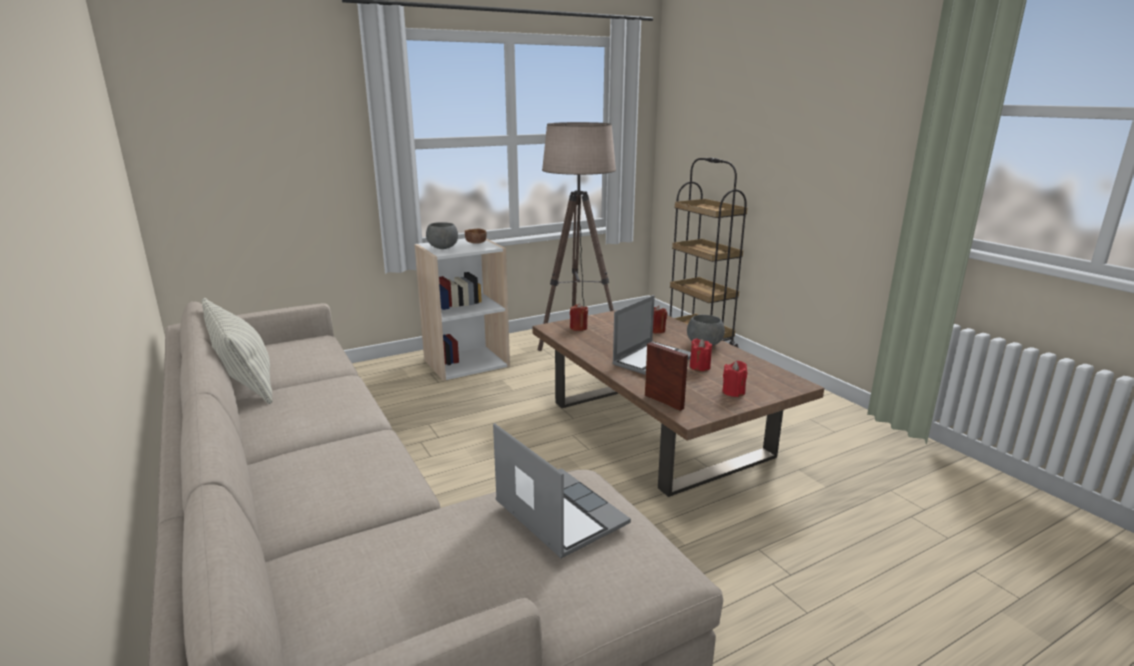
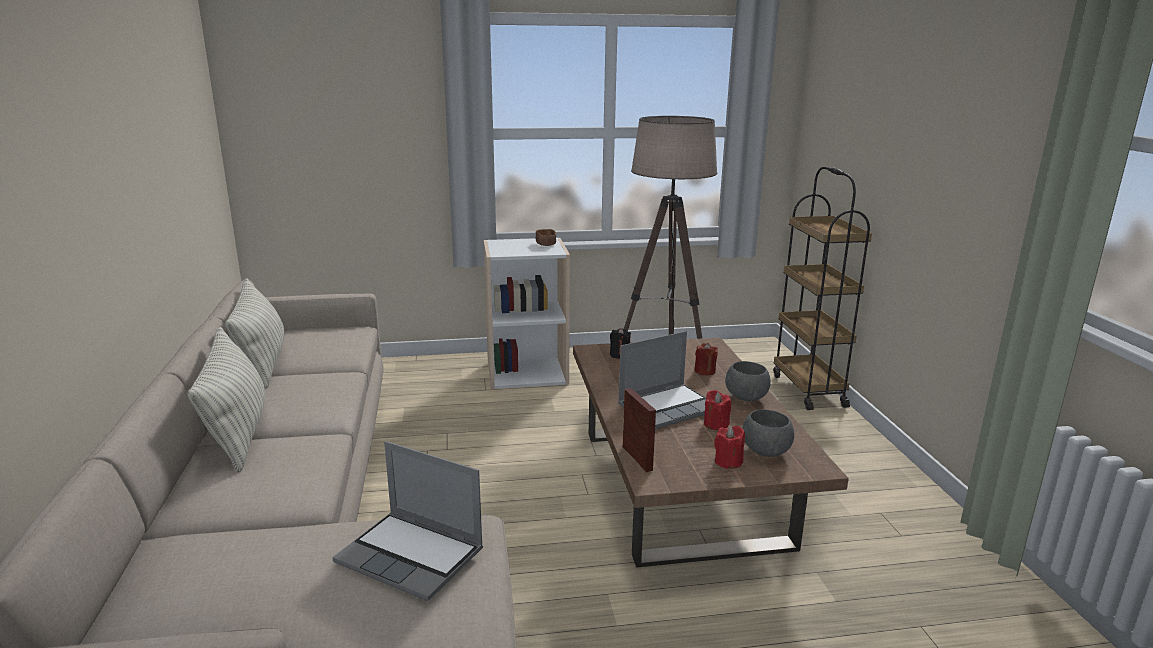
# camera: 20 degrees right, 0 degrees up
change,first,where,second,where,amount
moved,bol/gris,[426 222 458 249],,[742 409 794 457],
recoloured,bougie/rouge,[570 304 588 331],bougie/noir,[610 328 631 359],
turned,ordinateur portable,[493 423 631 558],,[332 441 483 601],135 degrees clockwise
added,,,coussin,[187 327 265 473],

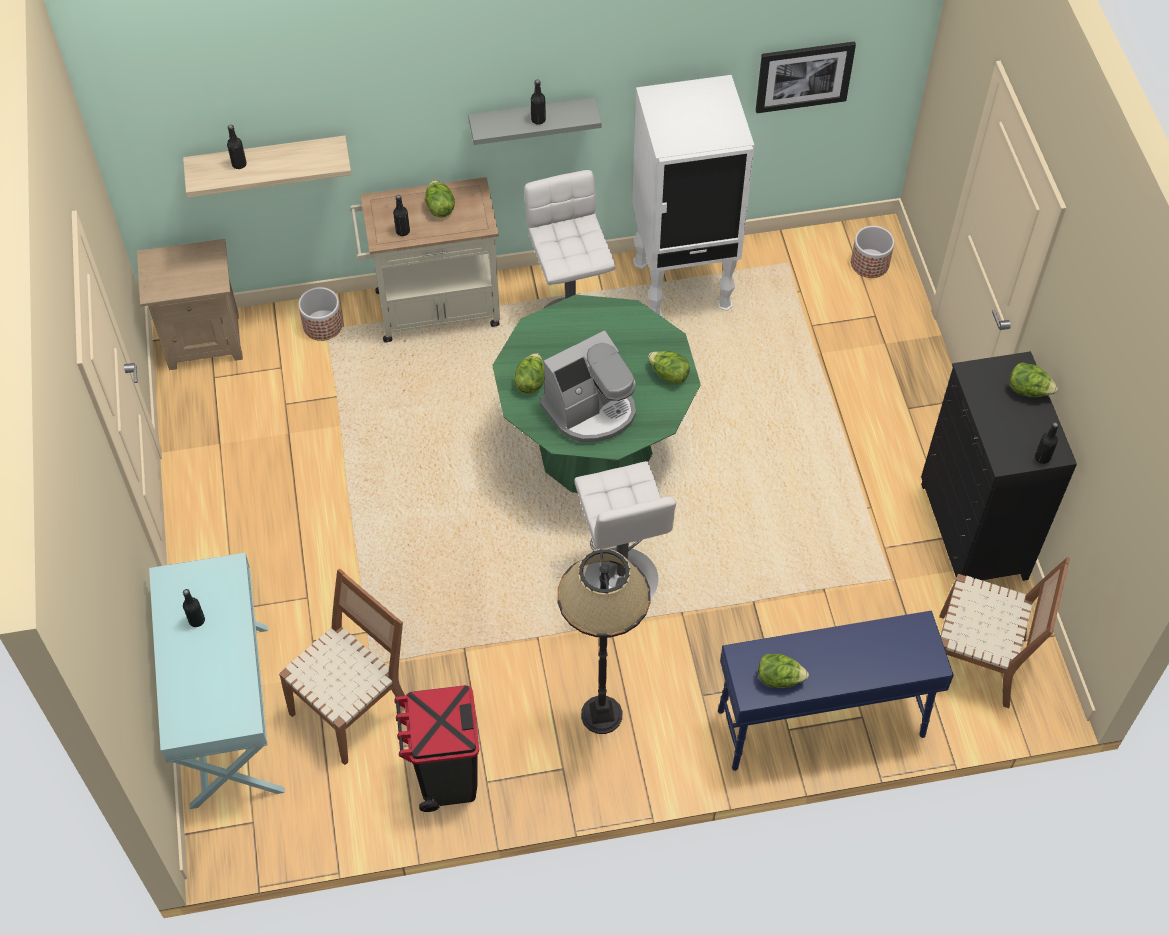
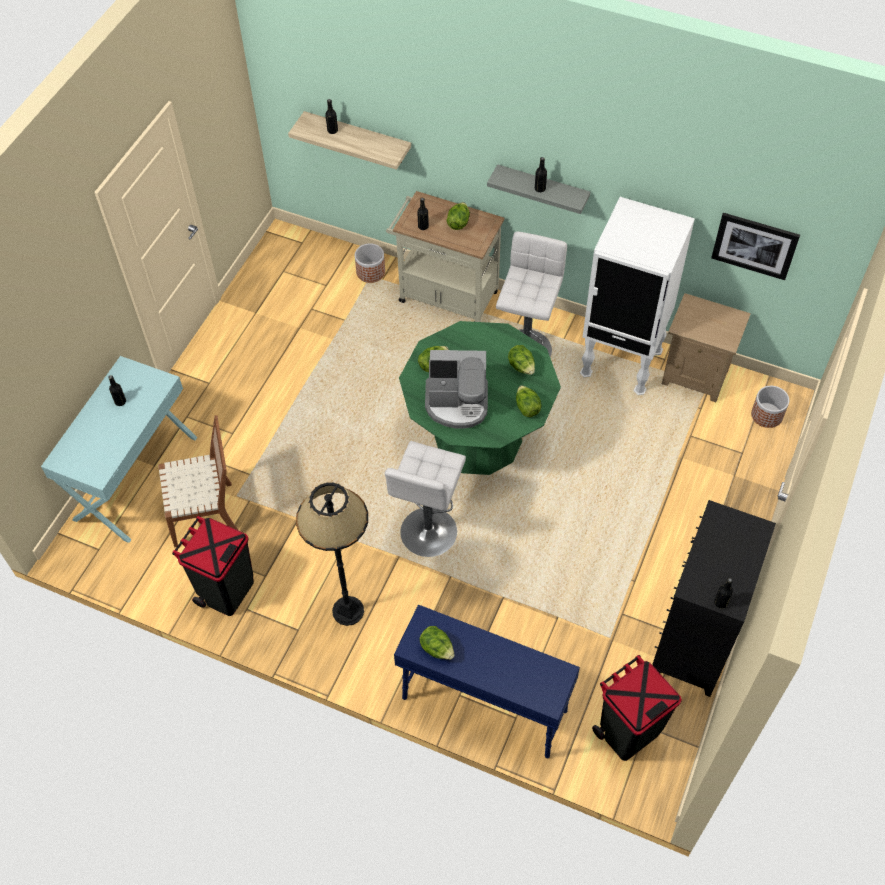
# camera: 35 degrees right, 0 degrees up
change,first,where,second,where,amount
moved,table de chevet/beige,[137 239 243 370],,[662 293 751 402],
moved,laitue,[1010 362 1058 397],,[508 345 535 375],
replaced,chaise,[939 557 1070 708],poubelle/noir,[592 655 682 761],

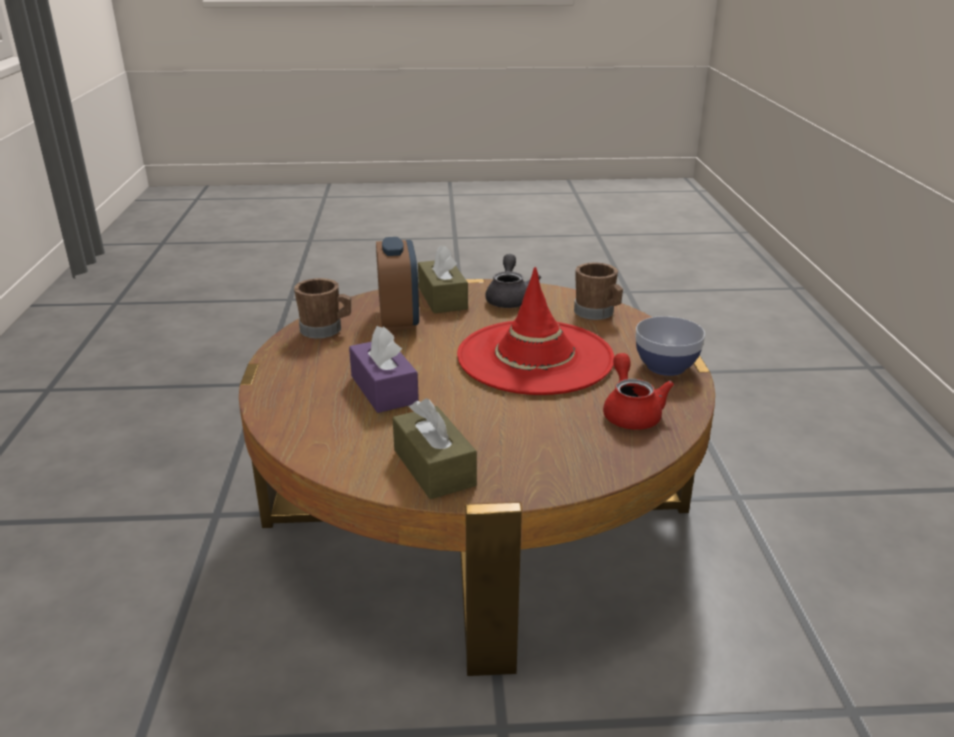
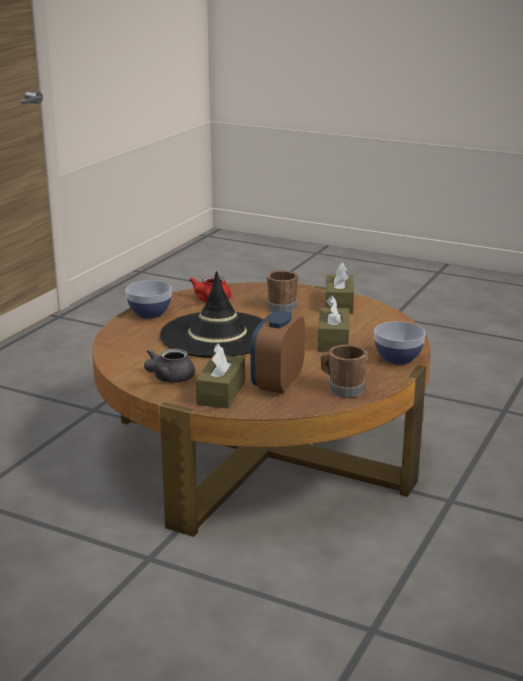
# camera: 150 degrees left, 5 degrees down
change,first,where,second,where,amount
moved,mug/marron,[574 262 623 320],,[267 271 298 313],
recoloured,chapeau/rouge,[457 267 614 395],chapeau/noir,[160 271 264 358],
recoloured,boîte à mouchoirs/violet,[349 326 419 413],boîte à mouchoirs/marron,[318 296 349 352],
added,,,bol,[374 321 425 365],

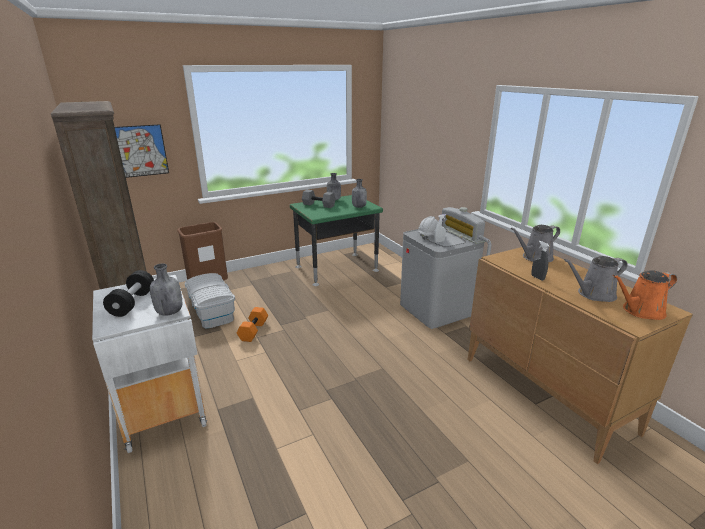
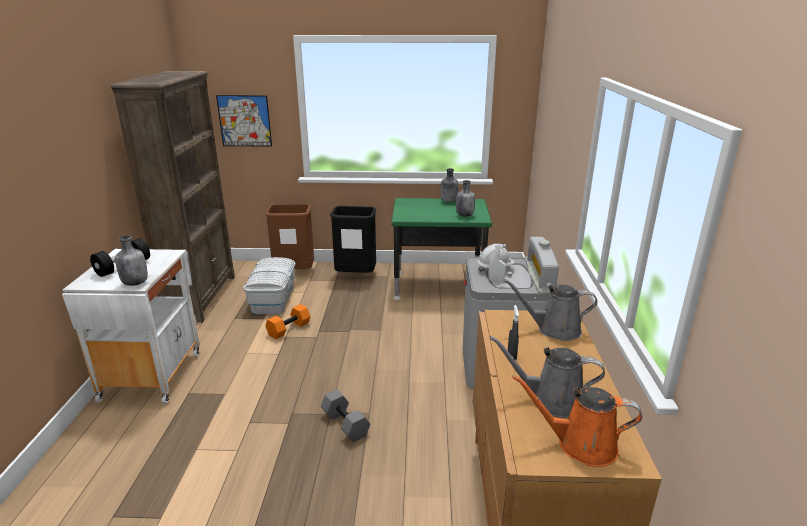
# camera: 30 degrees right, 0 degrees up
change,first,where,second,where,amount
moved,haltère/gris,[302 190 336 208],,[321 390 370 442],
added,,,poubelle/noir,[330 206 376 273],

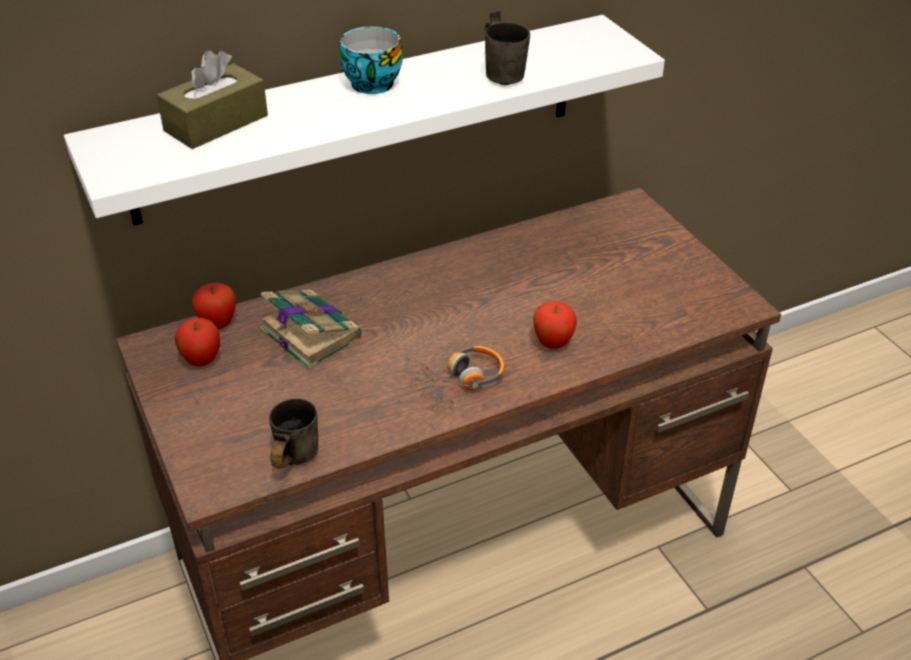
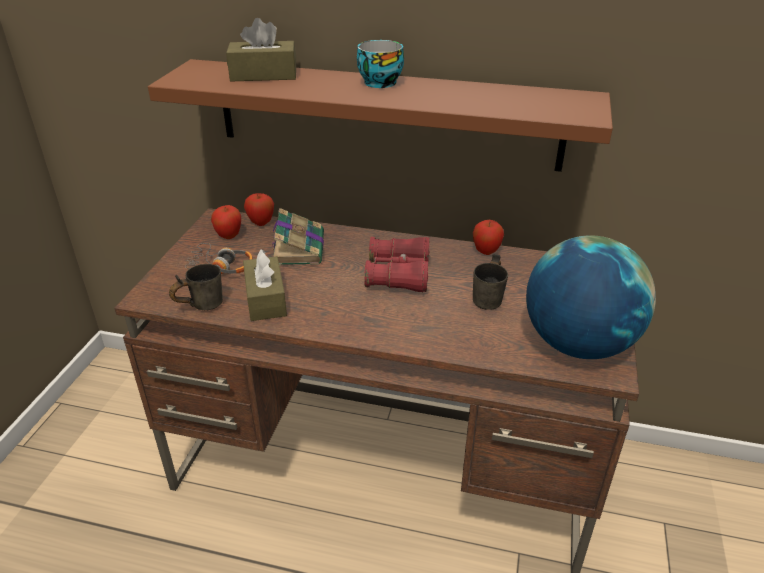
# camera: 40 degrees right, 5 degrees down
change,first,where,second,where,amount
moved,mug/gris,[485 11 530 85],,[473 254 508 310],
recoloured,étagère/blanc,[64 15 665 226],étagère/marron,[148 59 613 172],
moved,pomme,[533 301 577 349],,[473 220 504 255],
moved,casque audio,[404 346 505 407],,[185 243 253 274],
added,,,globe,[526 236 656 359],
added,,,jumelles/rouge,[364 237 430 293],
added,,,boîte à mouchoirs/marron,[243 249 287 321],

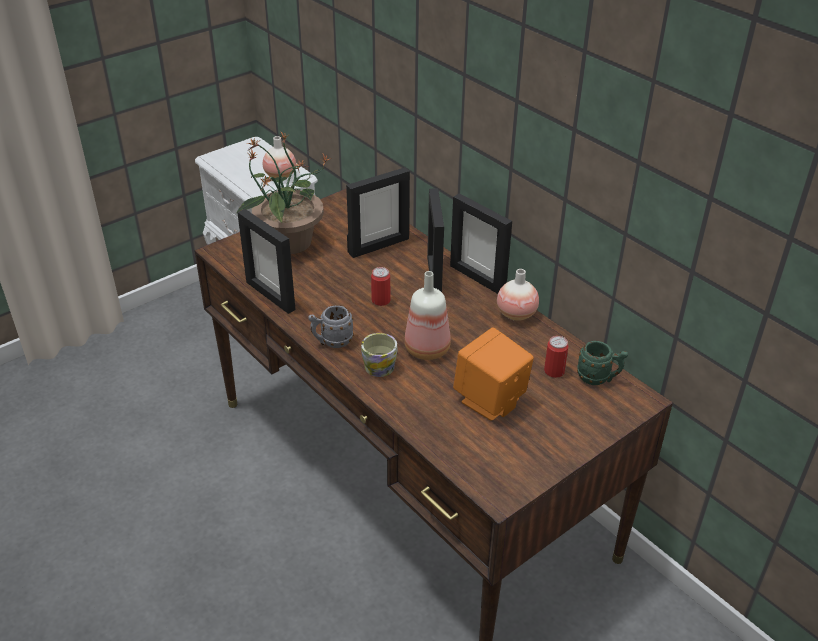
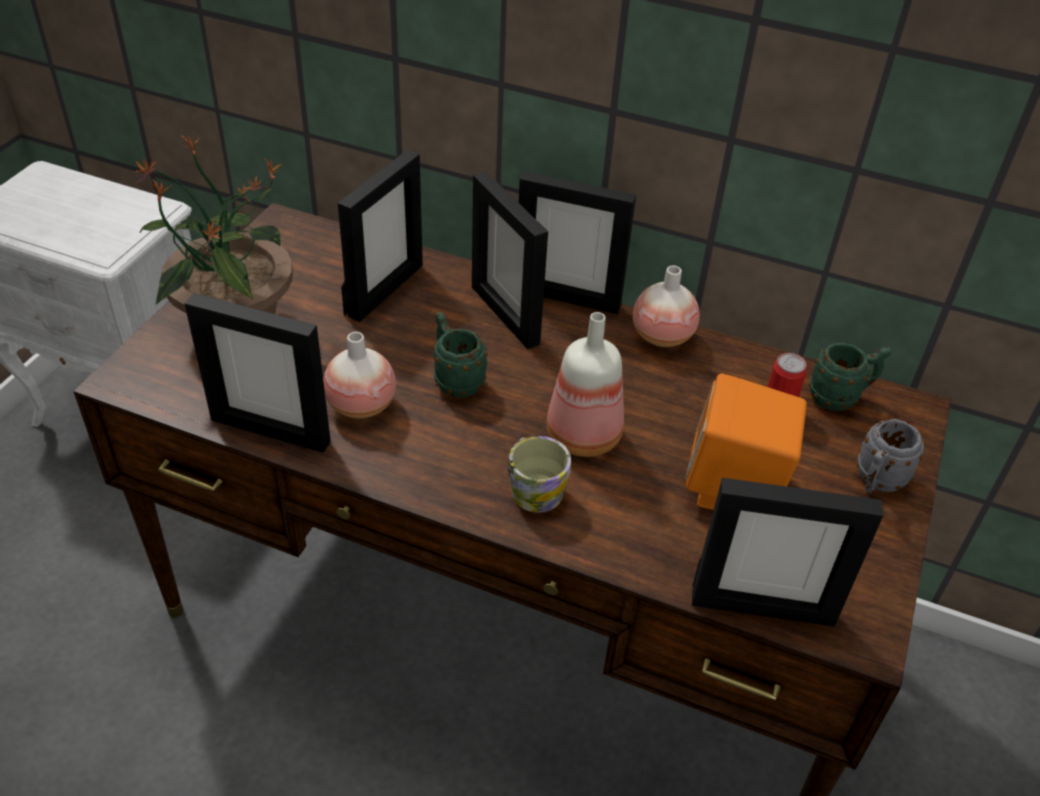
# camera: 30 degrees left, 5 degrees up
change,first,where,second,where,amount
moved,vase,[263 136 296 178],,[323 332 396 418],
replaced,boîte métallique,[371 267 390 306],mug/vert,[433 312 488 398],
moved,mug/gris,[308 305 354 348],,[857 419 925 493],
added,,,cadre photo,[692 478 883 627],

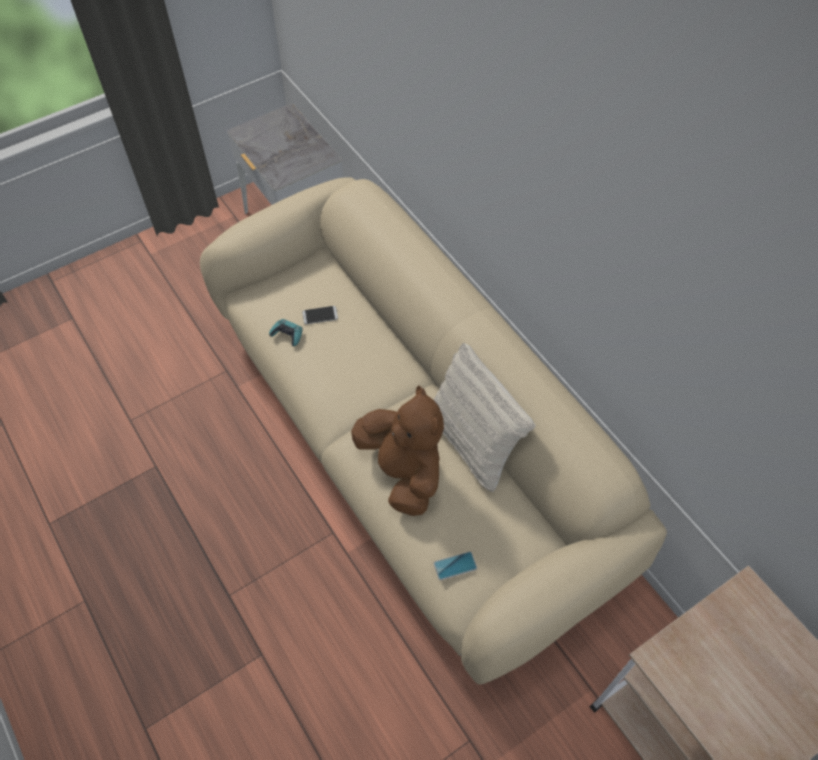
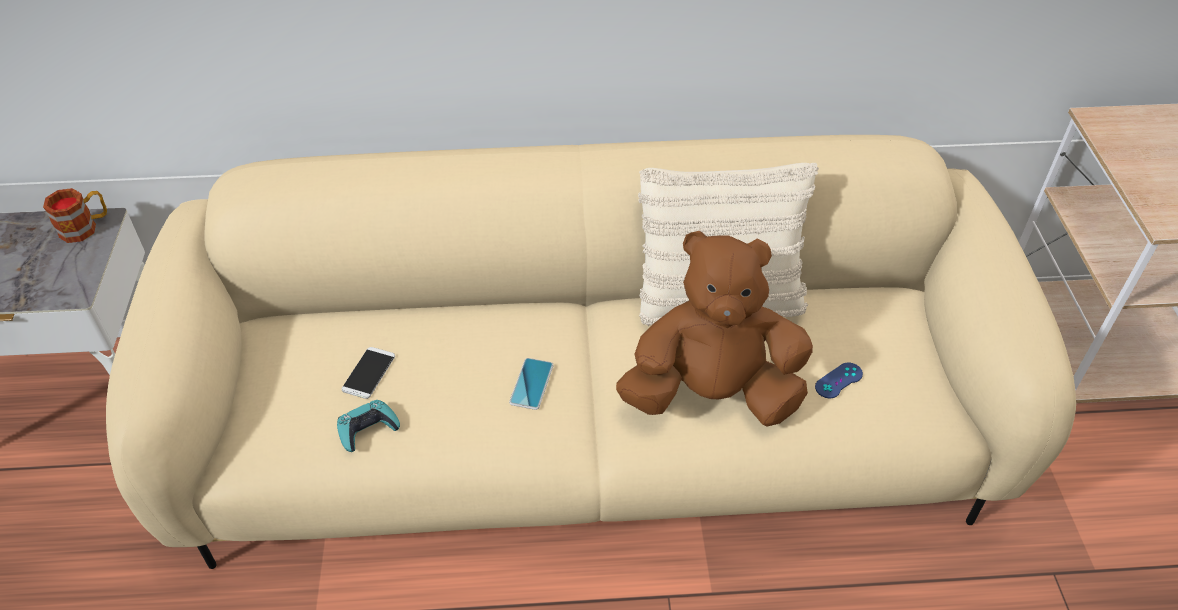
# camera: 60 degrees left, 10 degrees down
change,first,where,second,where,amount
moved,téléphone,[433 551 477 580],,[509 358 554 410],
added,,,mug,[43 188 107 243],
added,,,manette/bleu,[815 363 863 398],

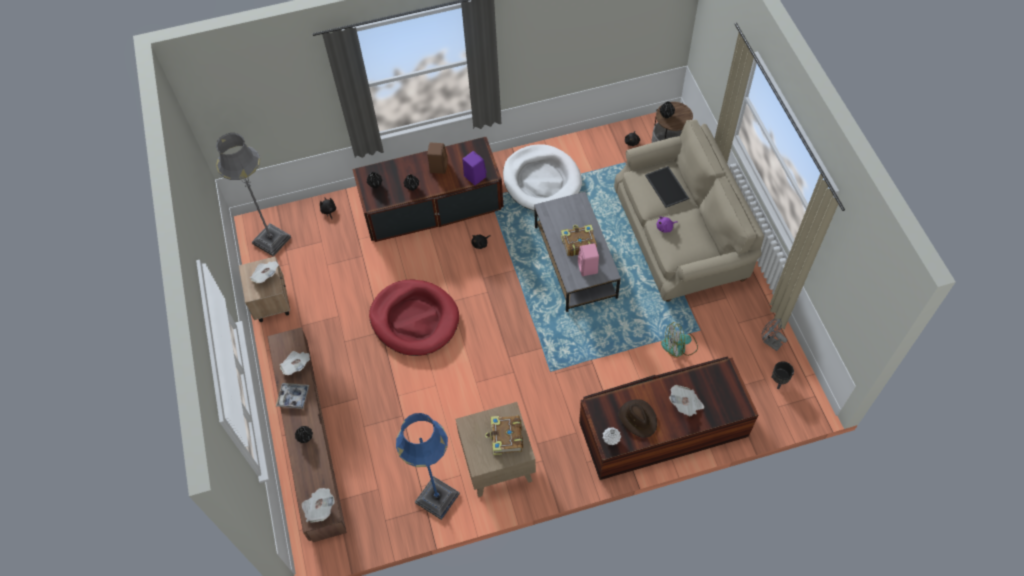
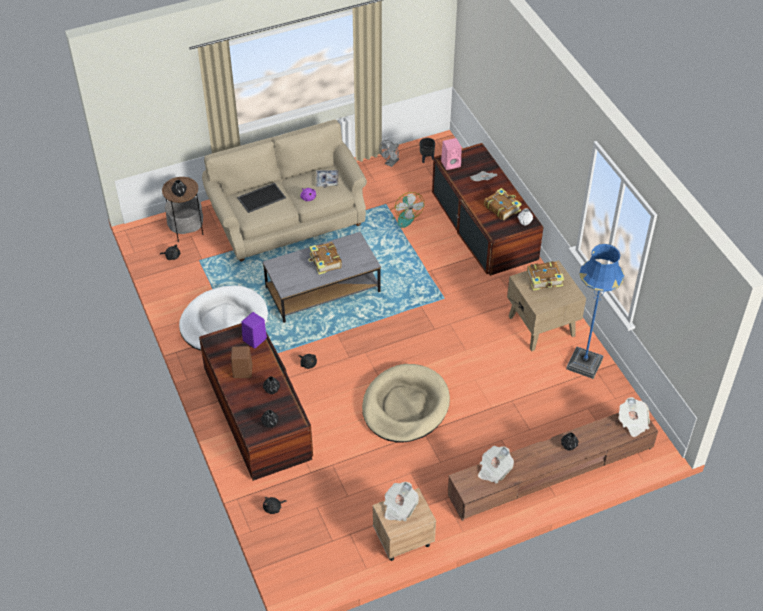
# camera: 100 degrees left, 10 degrees down
change,first,where,second,where,amount
removed,lampadaire/gris,[216 133 291 257],,,
moved,enceinte/rose,[578 243 599 276],,[441 138 461 170],
recoloured,panier pour chien/rouge,[369 279 459 356],panier pour chien/beige,[362 364 450 443],
moved,plateau,[276 383 309 409],,[316 170 339 188],
replaced,chapeau/marron,[618 399 657 438],livre,[484 188 522 220],

